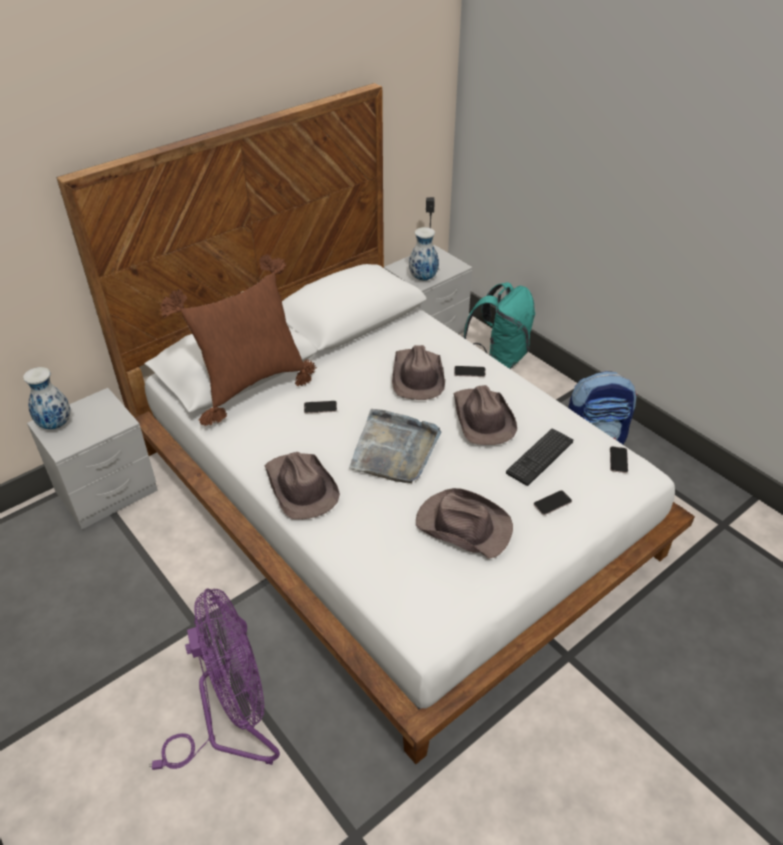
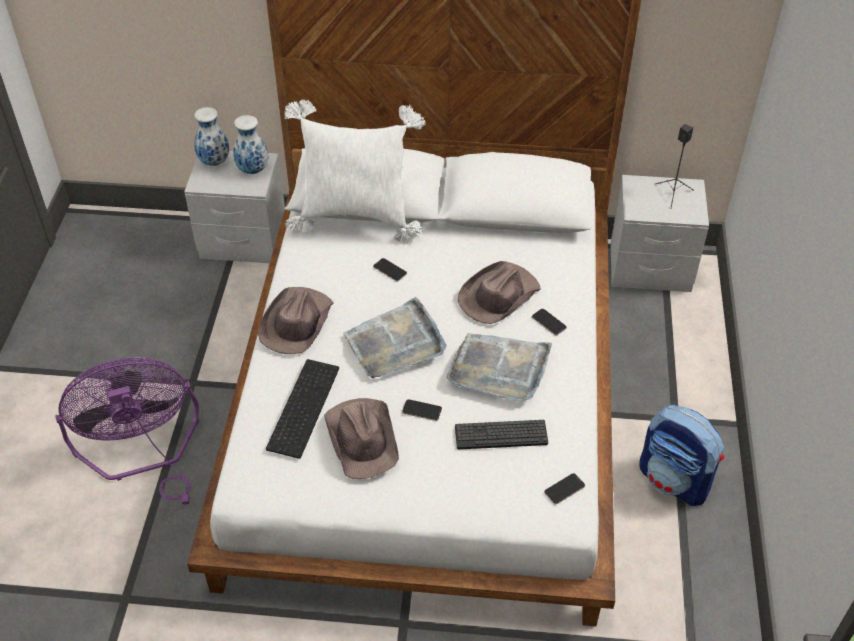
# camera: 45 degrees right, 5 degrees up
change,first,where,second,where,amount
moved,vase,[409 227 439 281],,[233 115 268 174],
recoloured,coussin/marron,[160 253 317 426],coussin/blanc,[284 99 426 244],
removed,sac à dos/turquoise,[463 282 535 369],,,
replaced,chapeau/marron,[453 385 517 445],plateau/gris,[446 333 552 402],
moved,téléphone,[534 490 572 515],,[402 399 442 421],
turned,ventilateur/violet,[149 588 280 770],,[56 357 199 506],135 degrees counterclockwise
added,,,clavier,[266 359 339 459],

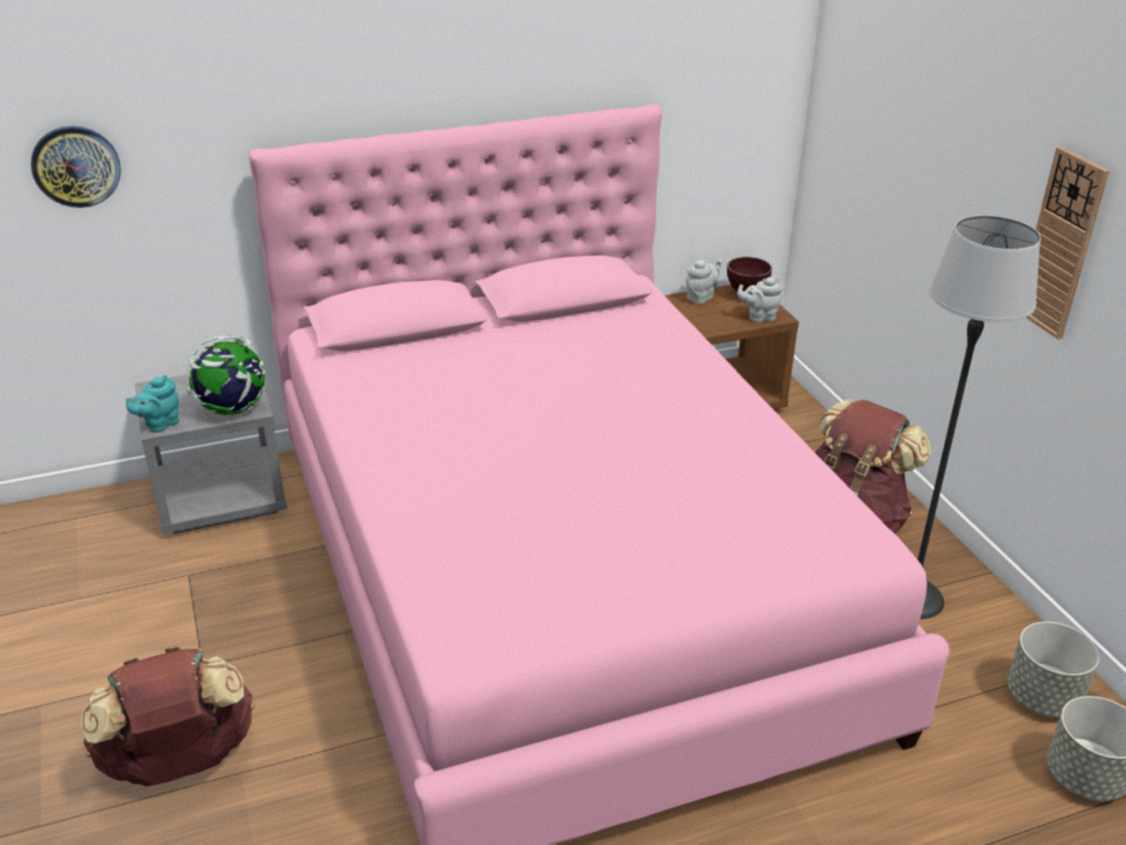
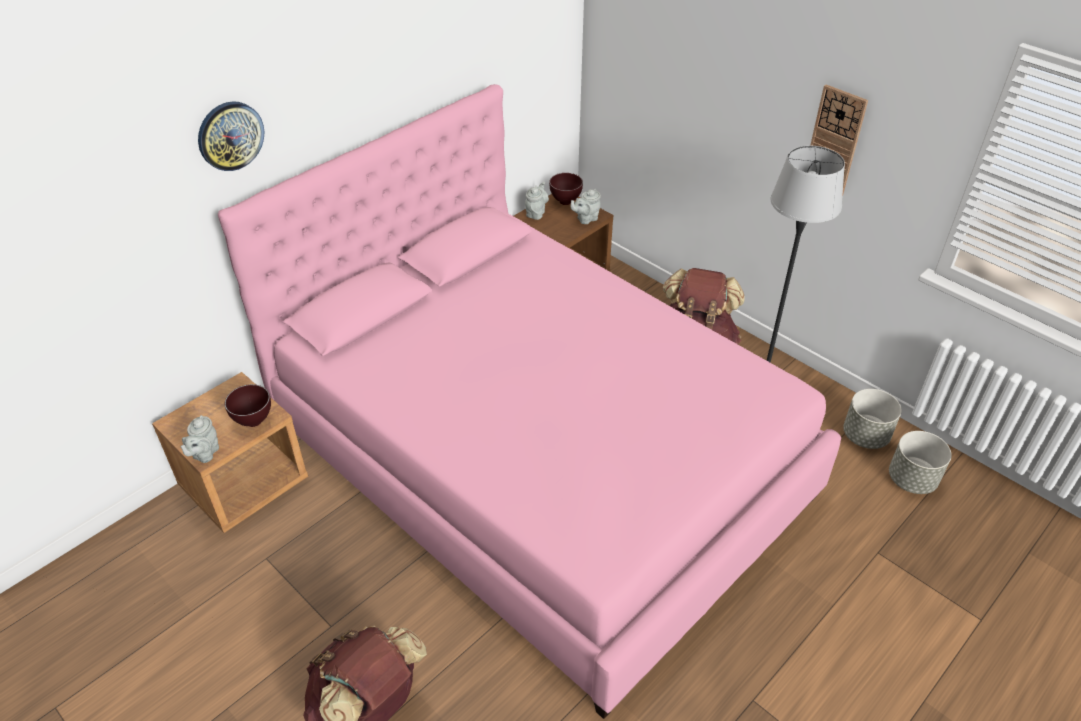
# camera: 25 degrees left, 10 degrees up
change,first,where,second,where,amount
moved,horloge murale,[31 126 121 208],,[198 101 264 171],
replaced,globe,[186 335 267 415],bol/marron,[225 384 271 427],
recoloured,théière/turquoise,[126 375 179 432],théière/gris,[181 415 219 463],
recoloured,table de chevet/gris,[135 375 287 534],table de chevet/marron,[152 372 308 533],

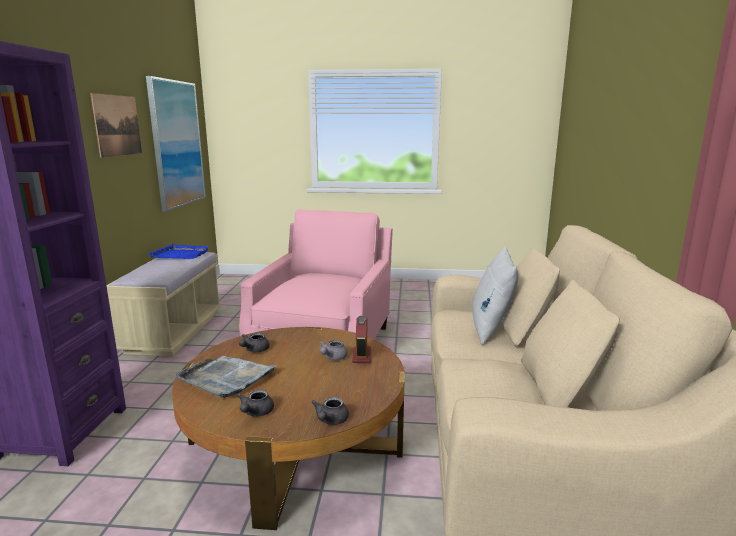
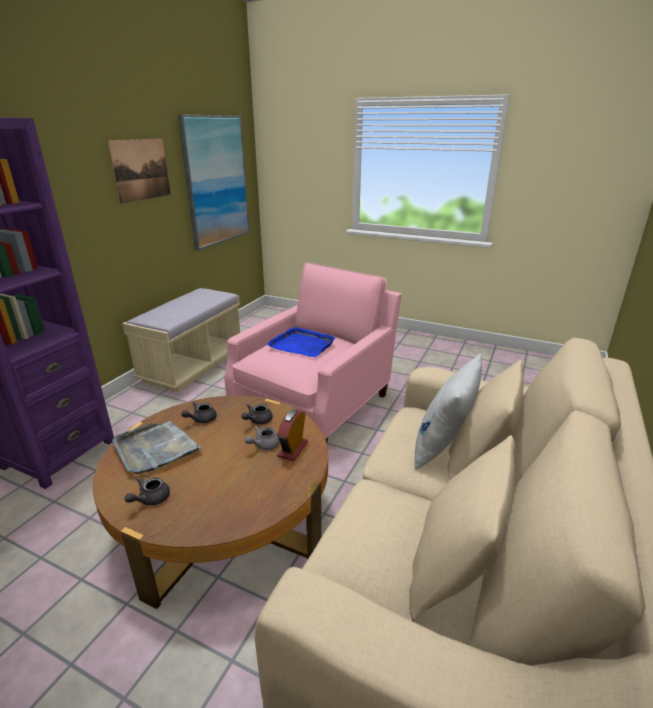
# camera: 20 degrees right, 10 degrees up
change,first,where,second,where,amount
moved,plateau/bleu,[148 244 209 259],,[267 326 335 357],
moved,théière/gris,[311 397 349 425],,[242 404 273 425],

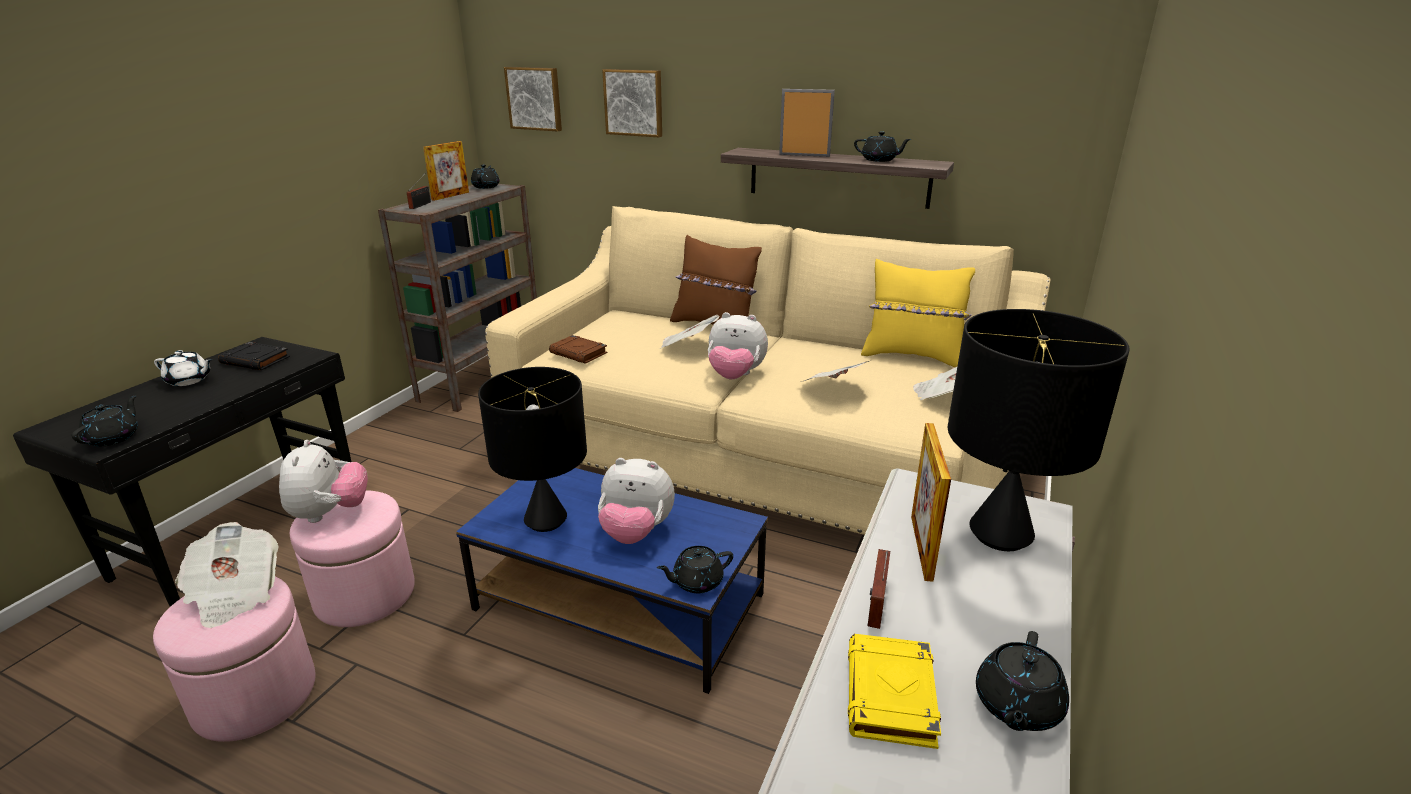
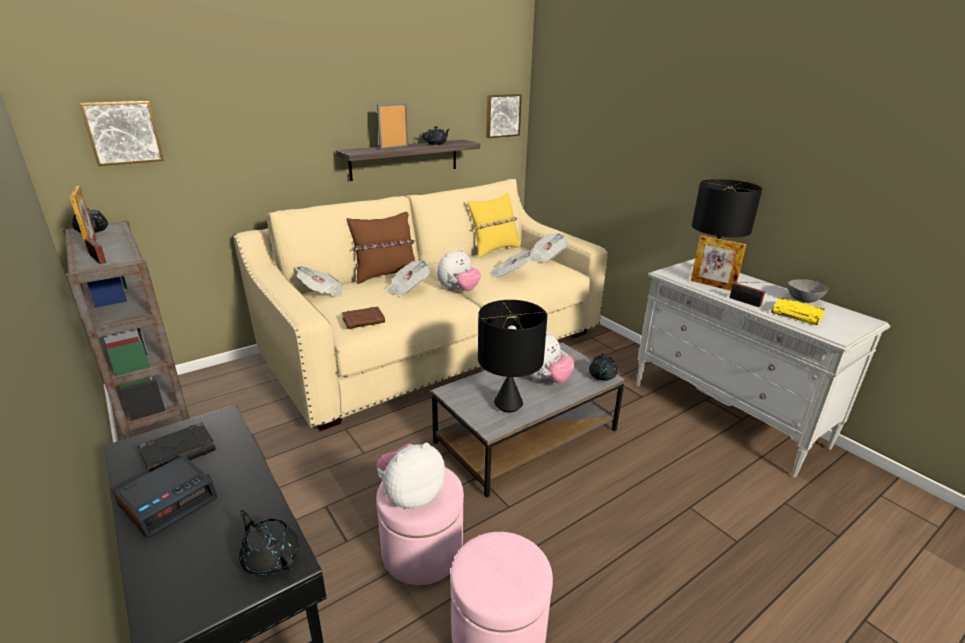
# camera: 60 degrees left, 0 degrees up
change,first,where,second,where,amount
moved,tableau,[602 69 662 137],,[486 94 522 138],
replaced,théière/blanc,[154 350 213 386],réveil,[113 455 218 538],
turned,peluche,[279 440 368 523],,[376 443 445 509],60 degrees counterclockwise
recoloured,table basse/bleu,[456 468 768 694],table basse/gris,[431 343 626 498],
moved,journal,[175 522 279 628],,[296 266 343 297],
replaced,théière/noir,[976 631 1069 731],bol/gris,[788 279 828 303],

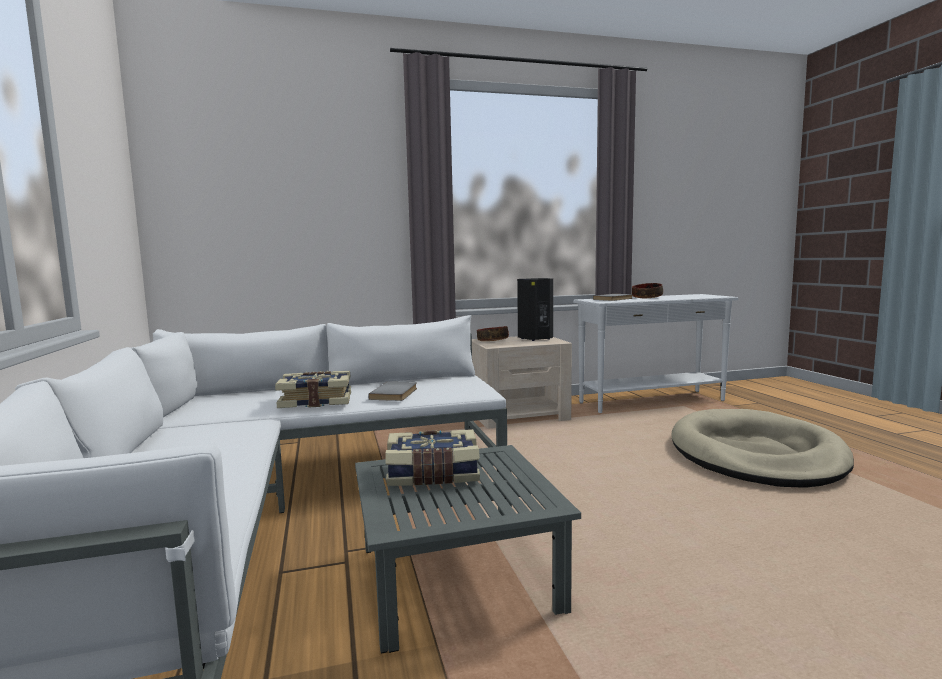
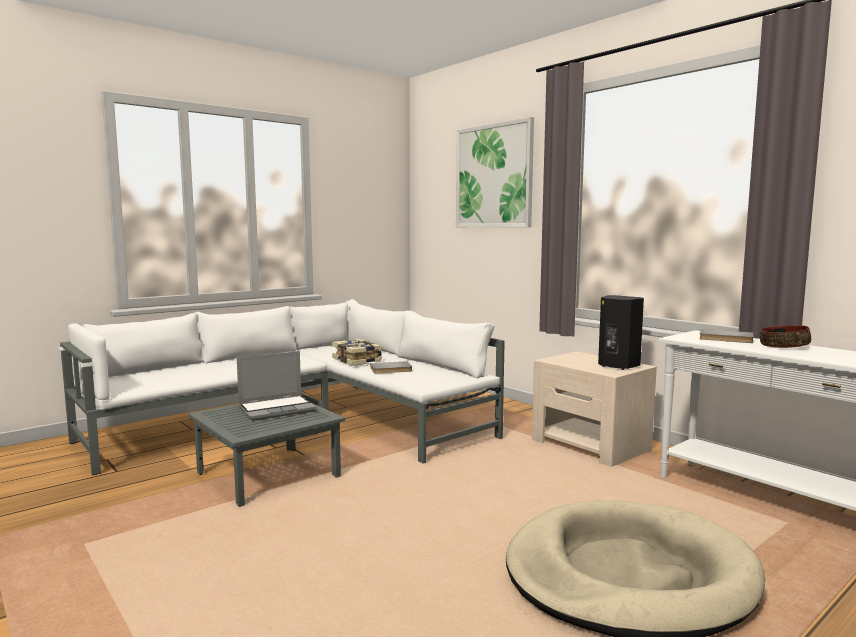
# camera: 65 degrees right, 0 degrees up
change,first,where,second,where,amount
removed,bol,[477 326 509 341],,,
replaced,livre,[385 429 480 486],ordinateur portable,[237 351 316 421],
added,,,tableau,[456 117 534 227],

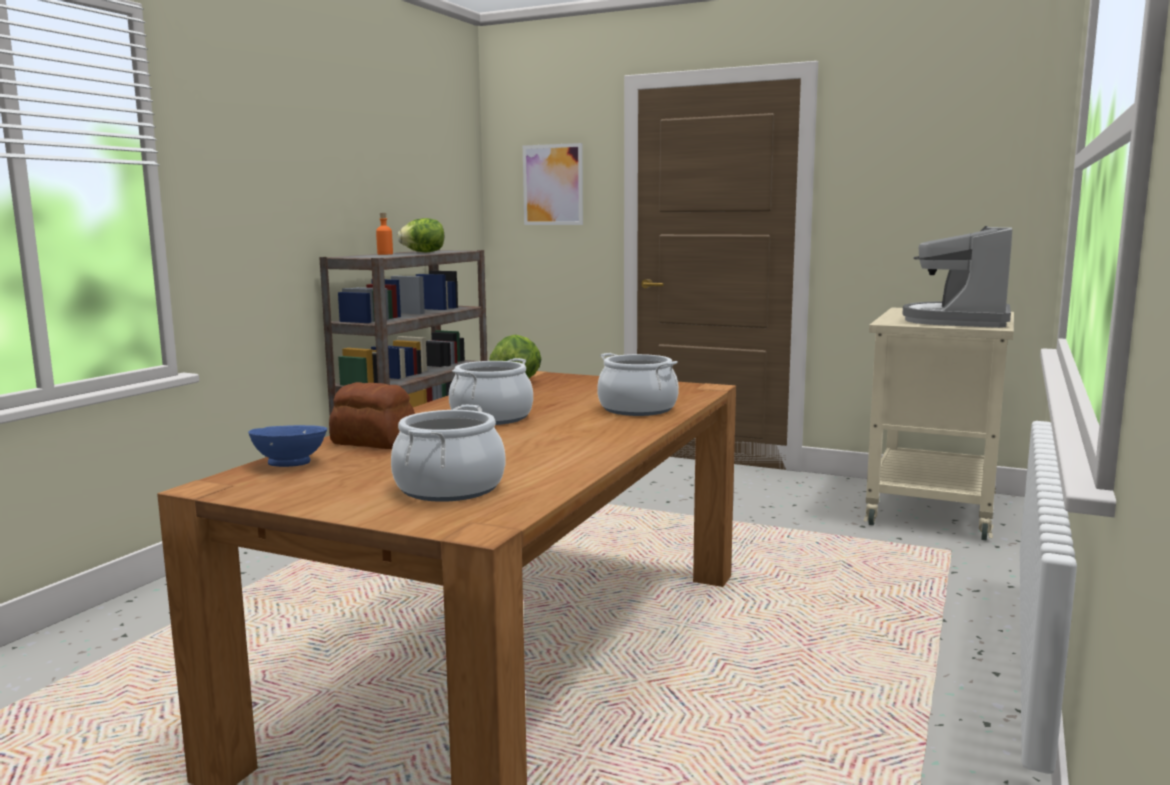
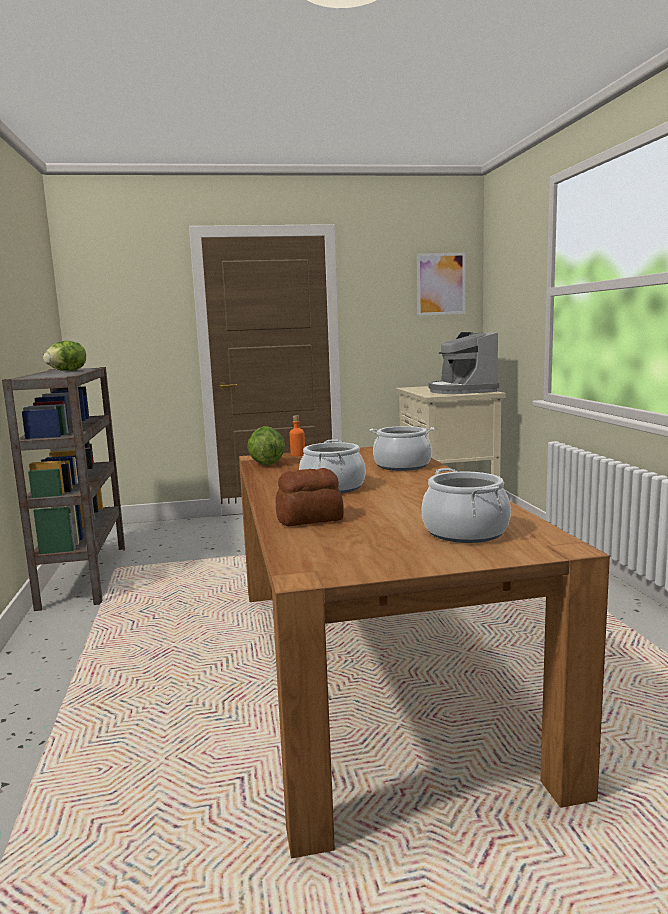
# camera: 35 degrees left, 0 degrees up
change,first,where,second,where,amount
moved,tableau,[523 143 583 225],,[417 253 465 316],
moved,bouteille/orange,[376 213 393 255],,[290 415 305 456],
removed,bol/bleu,[248 425 327 467],,,

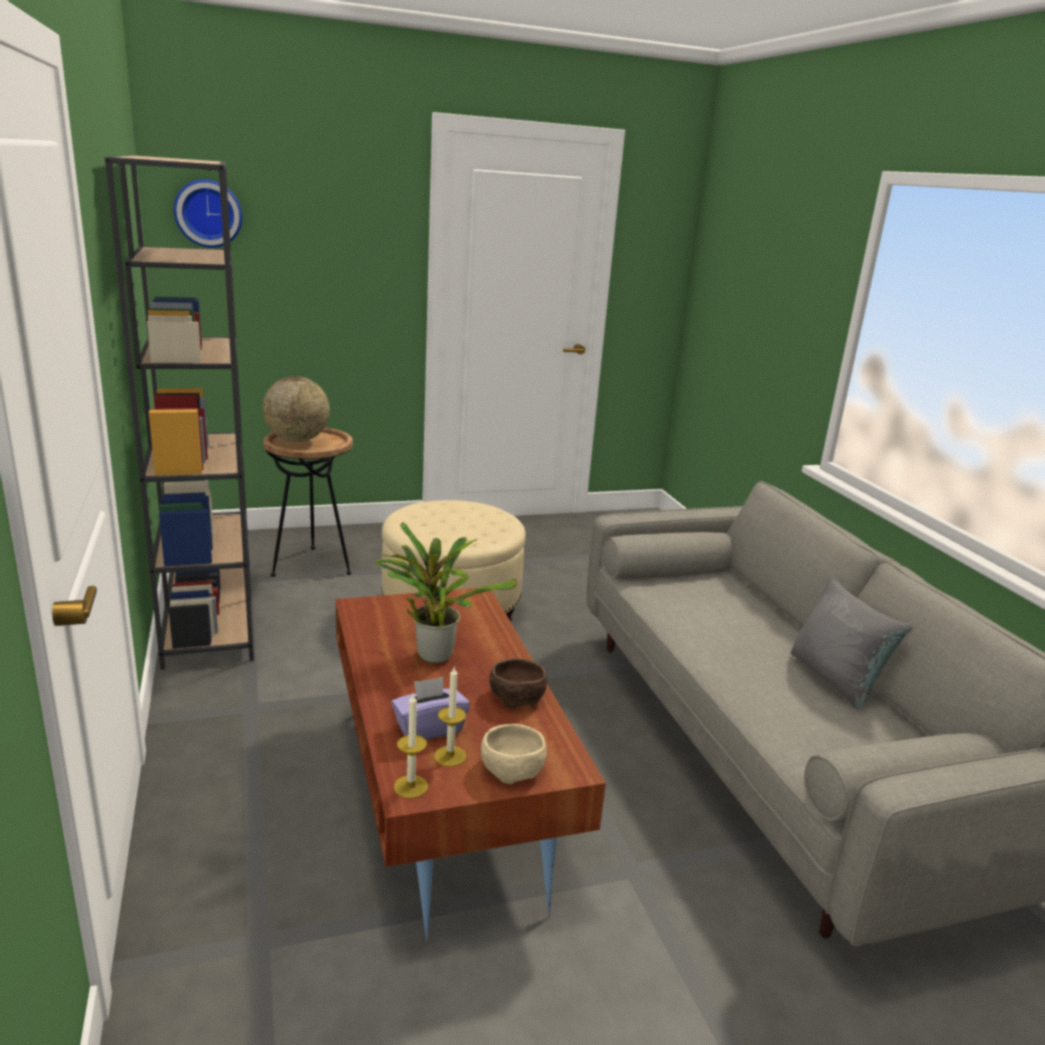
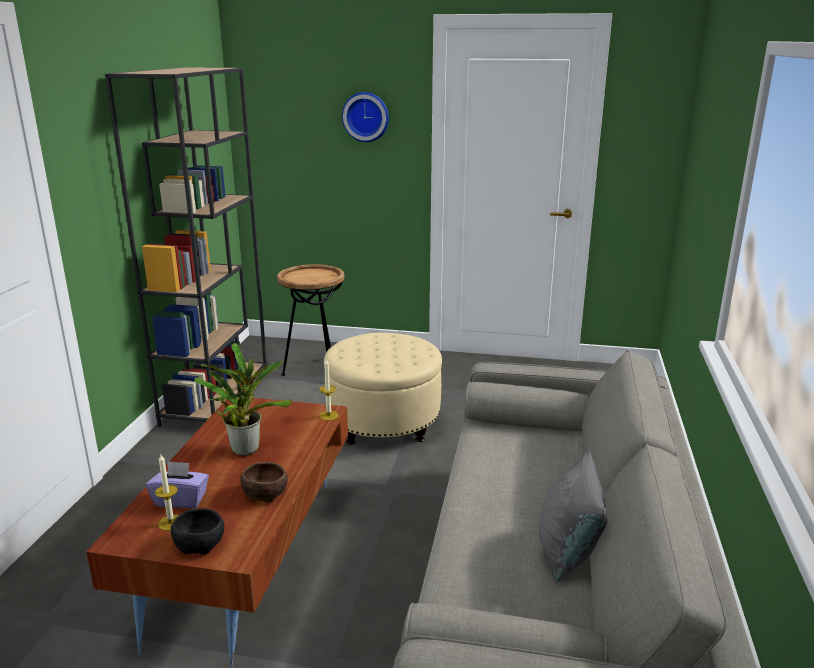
# camera: 30 degrees right, 0 degrees up
change,first,where,second,where,amount
moved,horloge murale,[174 179 242 248],,[342 92 389 142],
removed,globe,[263 376 330 442],,,
moved,bougie,[394 694 428 798],,[319 359 339 421],
recoloured,bol/beige,[481 724 547 784],bol/noir,[171 508 224 555],

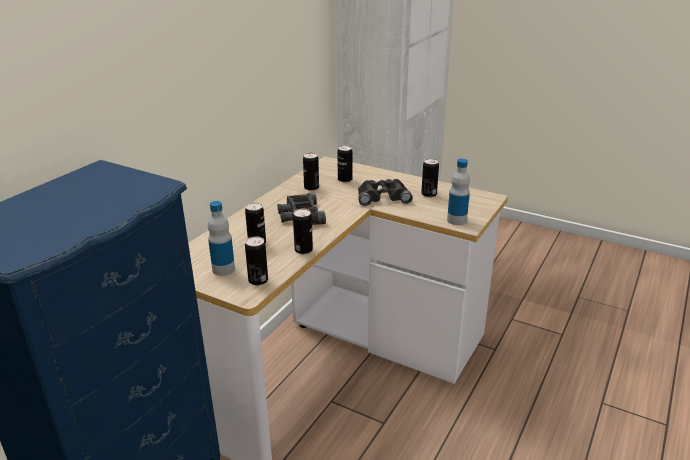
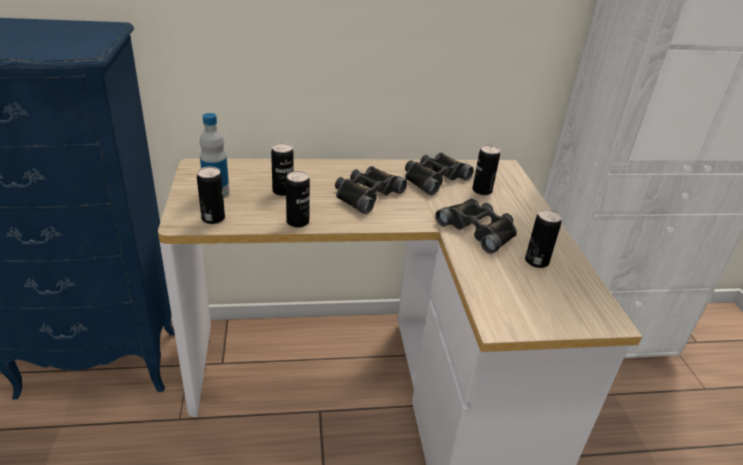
# camera: 50 degrees right, 5 degrees up
change,first,where,second,where,amount
replaced,boîte métallique,[303 153 319 191],jumelles/noir,[405 153 474 196],
removed,bouteille,[447 158 470 225],,,

